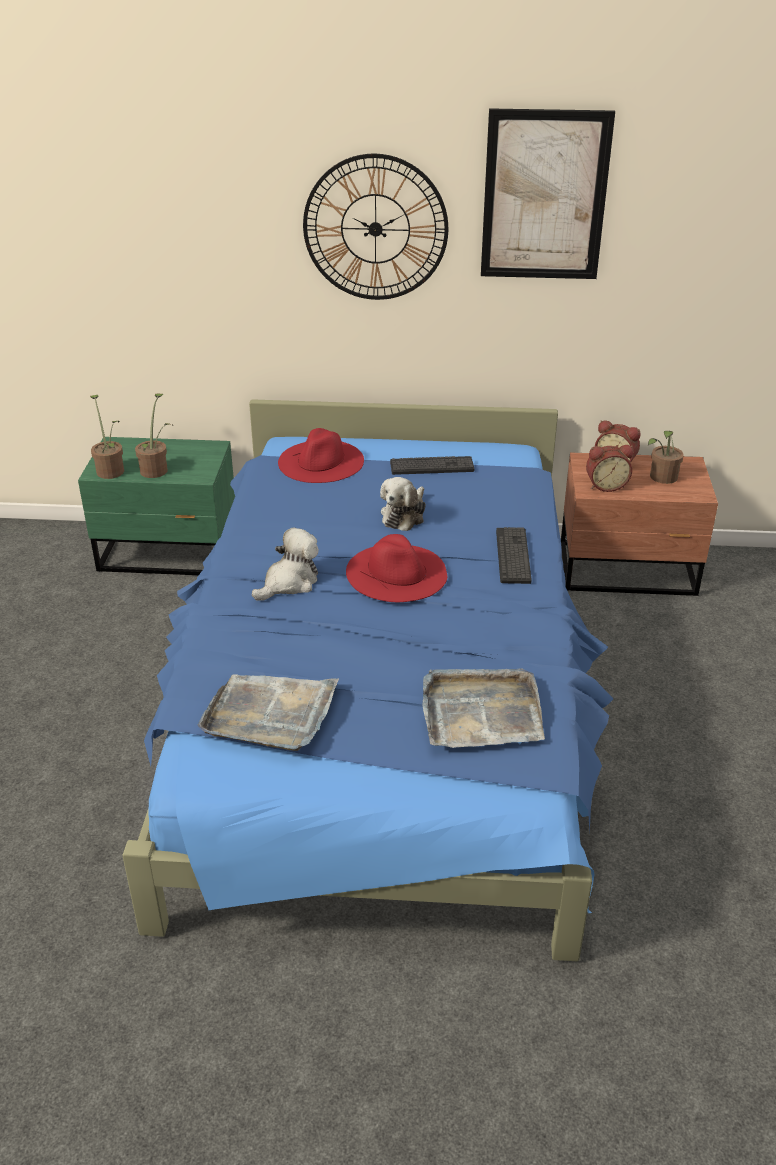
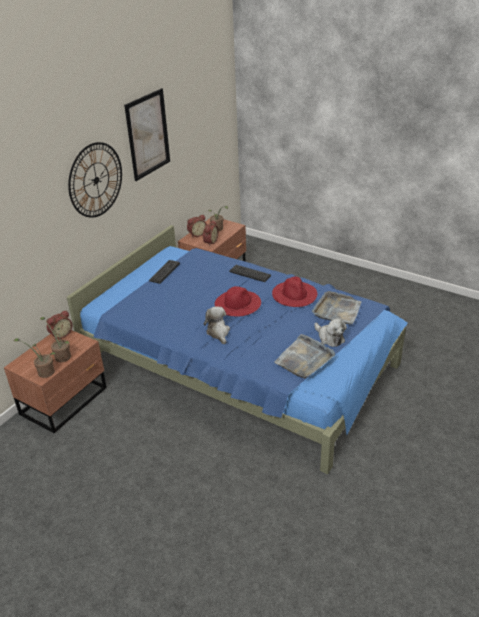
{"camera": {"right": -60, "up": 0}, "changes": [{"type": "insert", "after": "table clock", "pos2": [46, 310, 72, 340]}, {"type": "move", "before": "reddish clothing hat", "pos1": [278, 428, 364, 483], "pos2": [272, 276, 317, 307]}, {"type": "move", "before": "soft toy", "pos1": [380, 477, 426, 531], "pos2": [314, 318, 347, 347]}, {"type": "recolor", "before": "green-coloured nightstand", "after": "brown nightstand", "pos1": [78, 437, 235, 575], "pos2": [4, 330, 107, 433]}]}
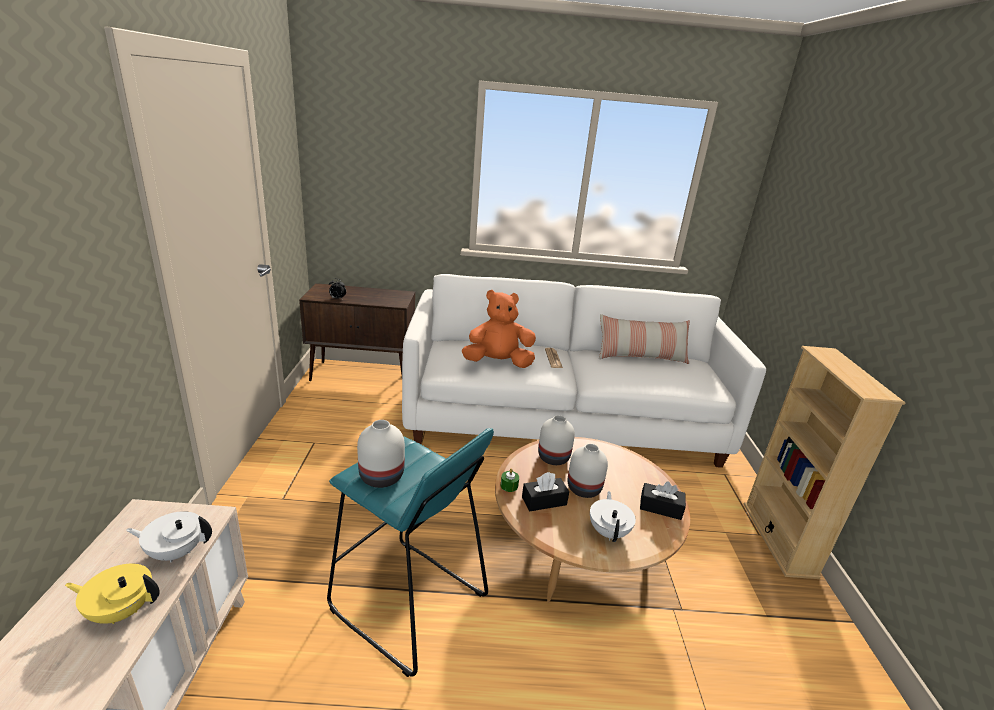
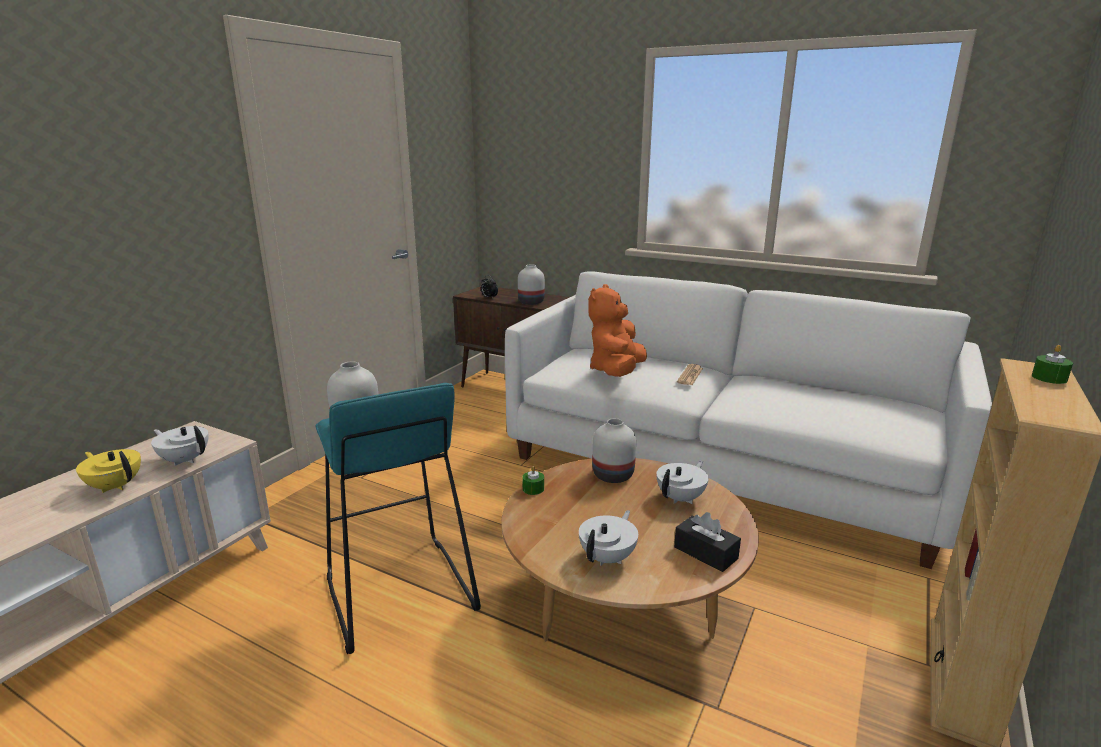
{"camera": {"right": 30, "up": -5}, "changes": [{"type": "delete", "before": "blackish tissue holder", "pos1": [522, 472, 569, 511]}, {"type": "delete", "before": "cushion", "pos1": [599, 314, 690, 364]}, {"type": "insert", "after": "whitish tea pot", "pos2": [656, 461, 709, 504]}, {"type": "insert", "after": "green-coloured candle", "pos2": [1032, 345, 1073, 384]}, {"type": "move", "before": "whitish flower vase", "pos1": [568, 444, 608, 498], "pos2": [518, 264, 545, 305]}, {"type": "rotate", "before": "orange-coloured soft toy", "pos1": [462, 290, 536, 368], "pos2": [588, 284, 647, 377], "turn": -90}]}
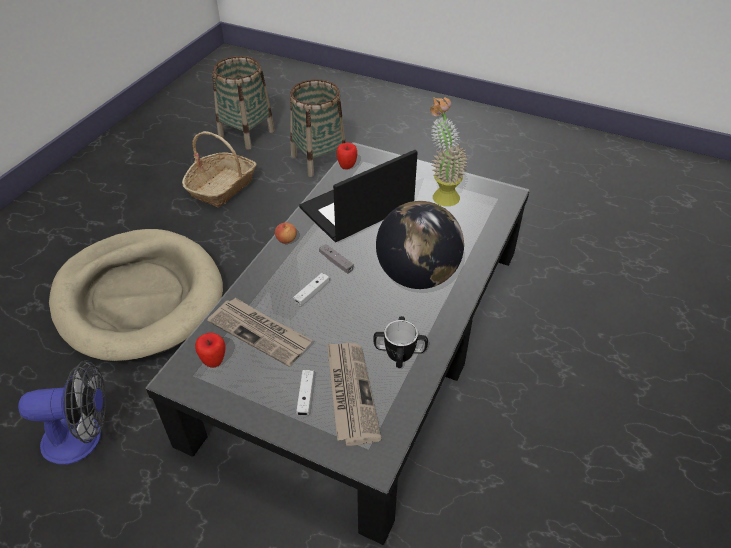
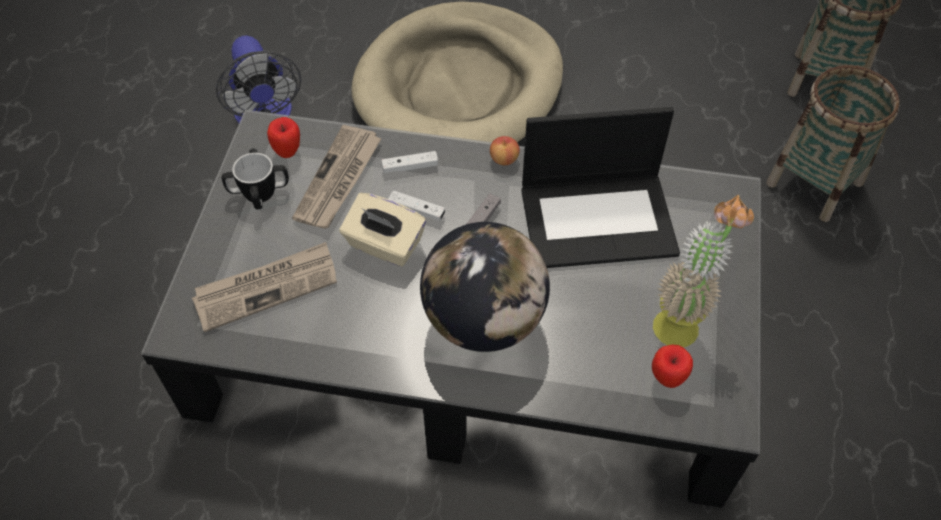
{"camera": {"right": 75, "up": 10}, "changes": [{"type": "delete", "before": "storage basket", "pos1": [182, 131, 257, 207]}, {"type": "insert", "after": "beige tissue holder", "pos2": [340, 193, 426, 267]}, {"type": "move", "before": "whitish game controller", "pos1": [296, 370, 314, 416], "pos2": [381, 151, 438, 173]}, {"type": "move", "before": "whole apple", "pos1": [337, 143, 357, 169], "pos2": [652, 345, 693, 388]}, {"type": "move", "before": "tea mug", "pos1": [374, 316, 428, 368], "pos2": [222, 149, 289, 210]}, {"type": "rotate", "before": "portable computer", "pos1": [299, 150, 418, 242], "pos2": [521, 107, 680, 268], "turn": 135}]}
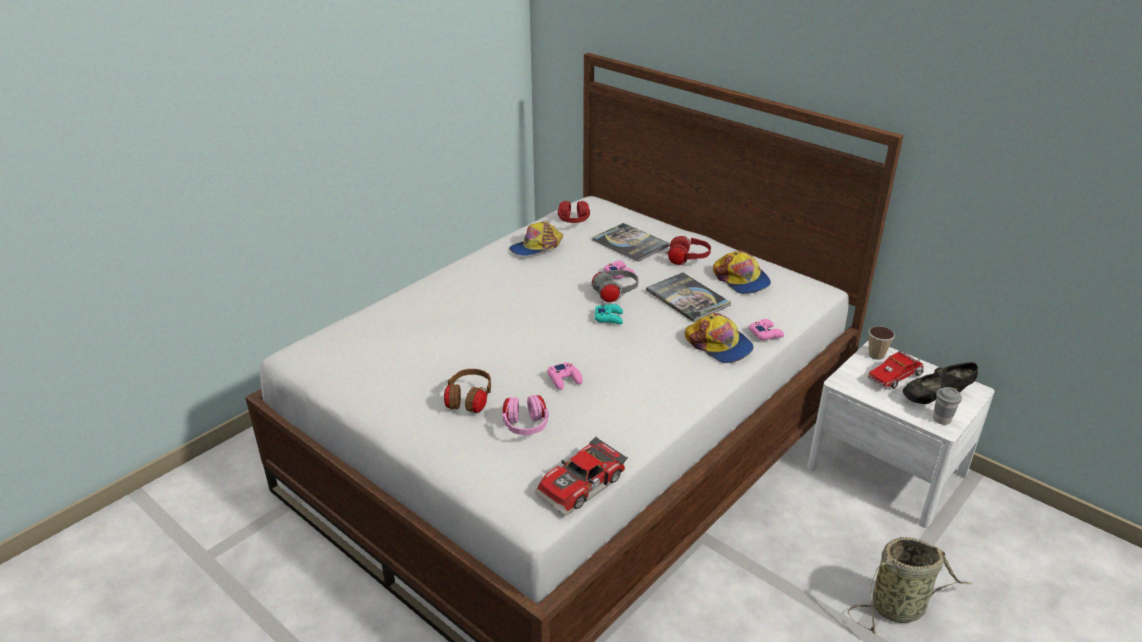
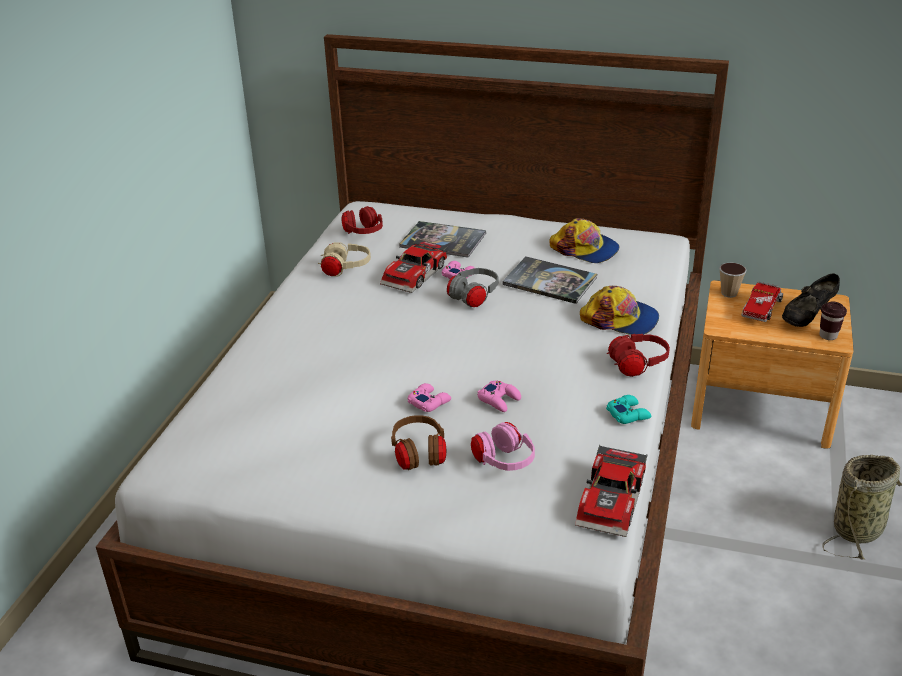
{"camera": {"right": -25, "up": 0}, "changes": [{"type": "insert", "after": "model car", "pos2": [380, 238, 448, 293]}, {"type": "move", "before": "turquoise game controller", "pos1": [595, 304, 623, 324], "pos2": [606, 395, 651, 424]}, {"type": "move", "before": "reddish headphones", "pos1": [666, 236, 711, 265], "pos2": [607, 334, 670, 377]}, {"type": "move", "before": "pinkish game controller", "pos1": [749, 319, 784, 340], "pos2": [408, 383, 451, 412]}, {"type": "replace", "before": "baseball cap", "after": "beige headphones", "pos1": [509, 221, 563, 256], "pos2": [318, 242, 371, 276]}, {"type": "recolor", "before": "whitish nightstand", "after": "brown nightstand", "pos1": [807, 340, 995, 528], "pos2": [691, 280, 854, 449]}, {"type": "recolor", "before": "grey cup", "after": "brown cup", "pos1": [933, 387, 962, 425], "pos2": [819, 302, 847, 340]}]}
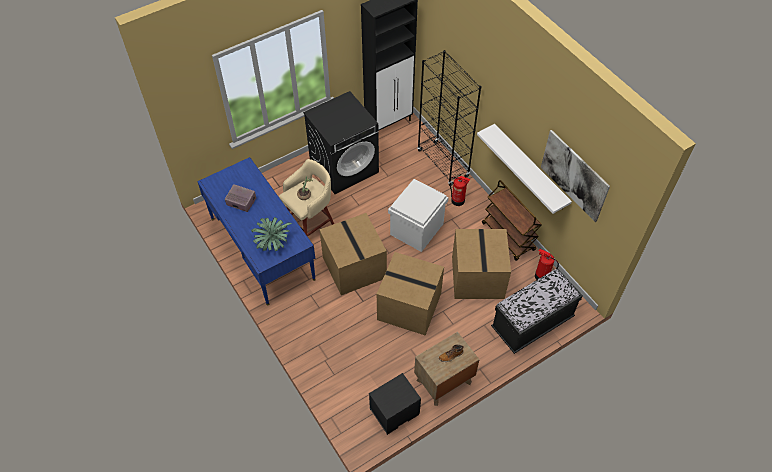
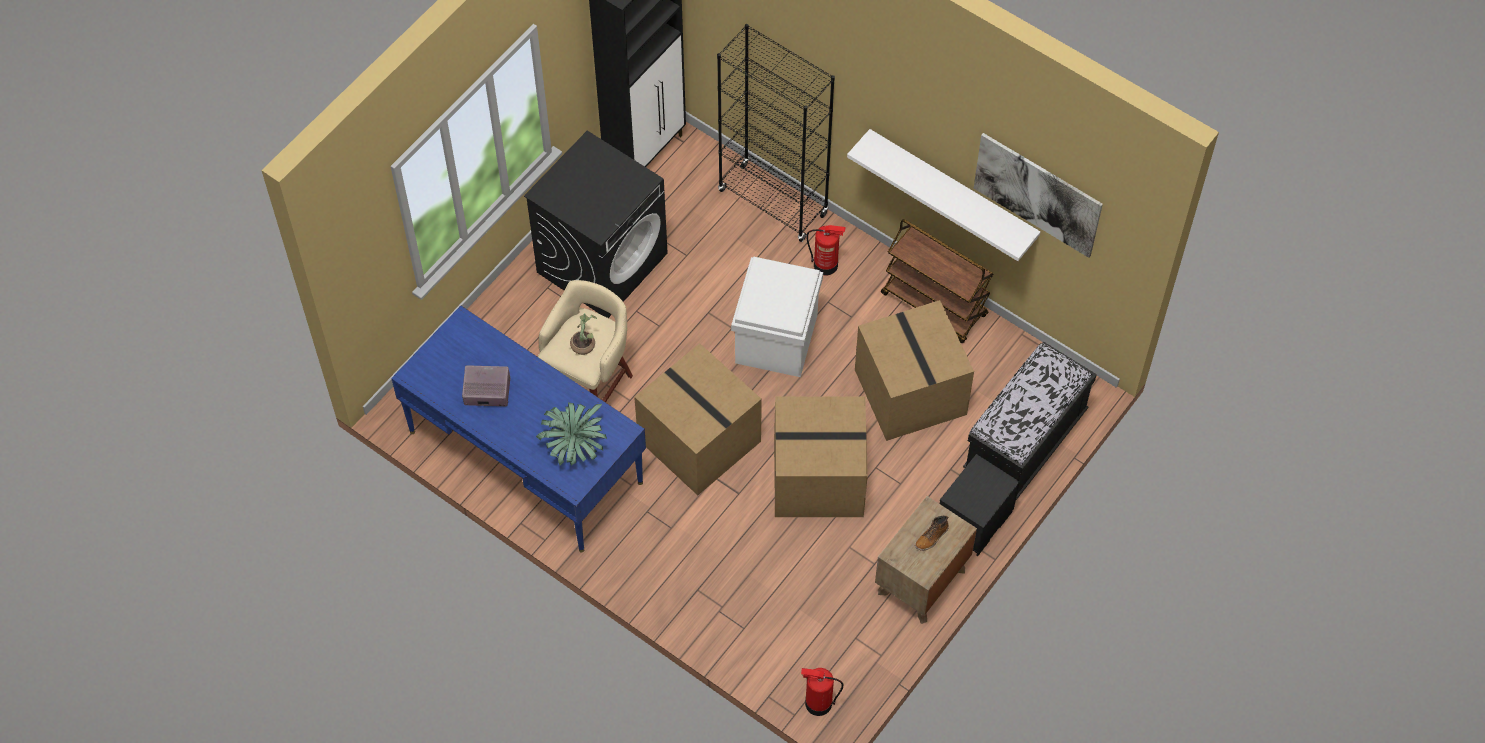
{"camera": {"right": -20, "up": 5}, "changes": [{"type": "move", "before": "blackish nightstand", "pos1": [369, 373, 421, 435], "pos2": [940, 454, 1020, 557]}, {"type": "move", "before": "fire-fighting cylinder", "pos1": [535, 249, 559, 280], "pos2": [801, 668, 844, 716]}]}
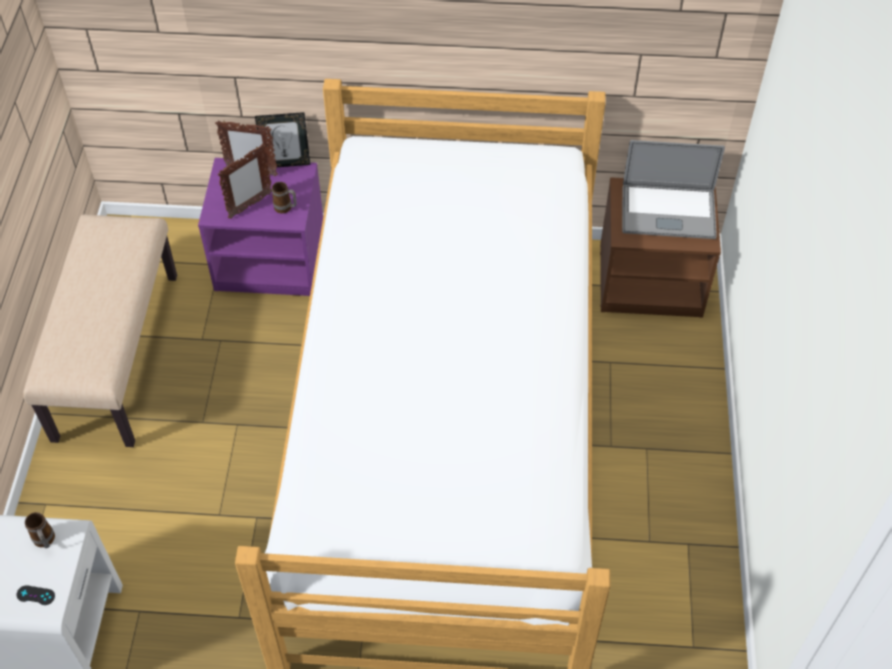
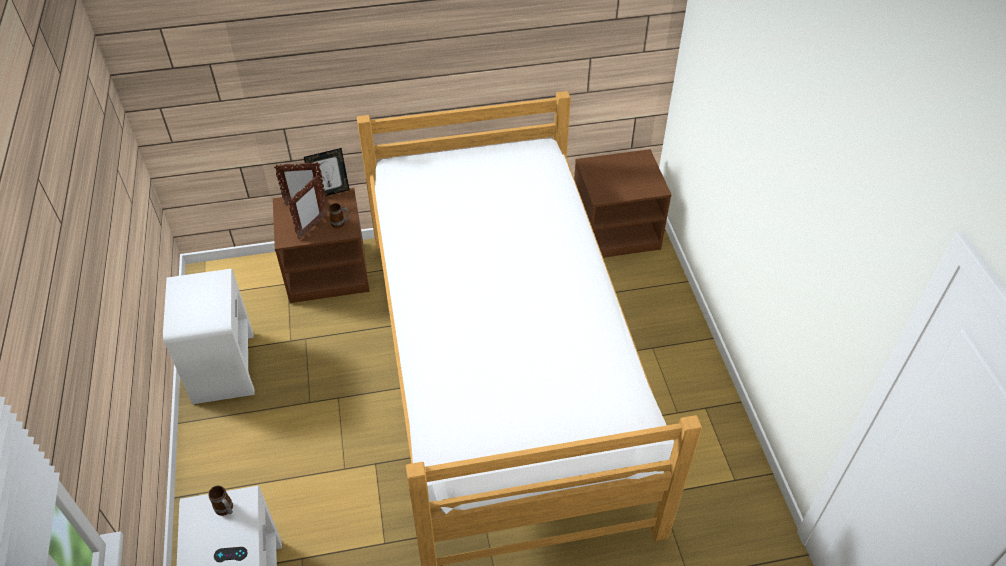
{"camera": {"right": -15, "up": -5}, "changes": [{"type": "delete", "before": "portable computer", "pos1": [622, 140, 725, 239]}, {"type": "replace", "before": "beige long seat", "after": "whitish nightstand", "pos1": [23, 214, 177, 447], "pos2": [163, 269, 255, 404]}, {"type": "recolor", "before": "purple nightstand", "after": "brown nightstand", "pos1": [198, 158, 323, 296], "pos2": [273, 188, 370, 303]}]}
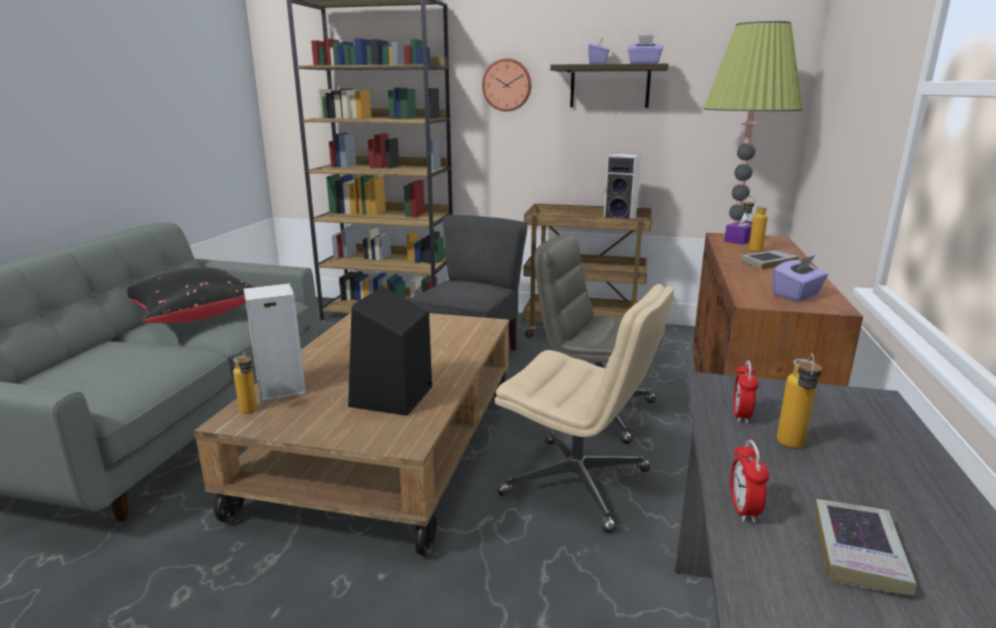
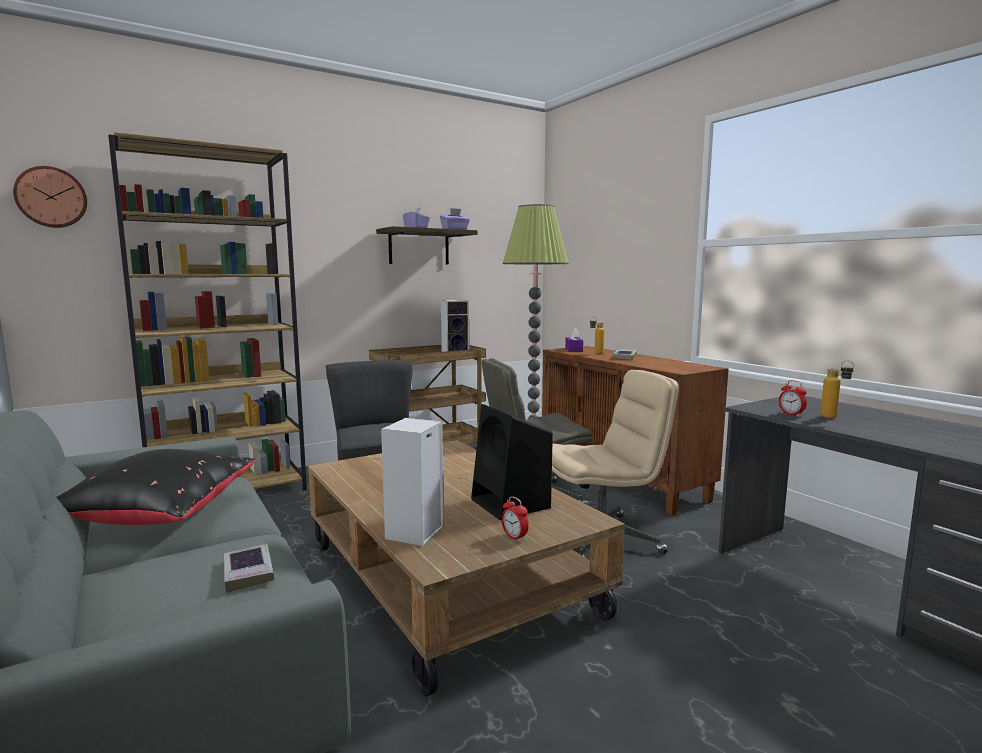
{"camera": {"right": -45, "up": -10}, "changes": [{"type": "delete", "before": "bottle", "pos1": [233, 352, 257, 413]}, {"type": "delete", "before": "purple tissue holder", "pos1": [772, 255, 828, 301]}, {"type": "move", "before": "hanging clock", "pos1": [482, 58, 532, 111], "pos2": [13, 166, 87, 228]}, {"type": "move", "before": "table clock", "pos1": [730, 440, 769, 522], "pos2": [501, 496, 529, 542]}, {"type": "move", "before": "book", "pos1": [815, 499, 917, 595], "pos2": [224, 544, 275, 593]}]}
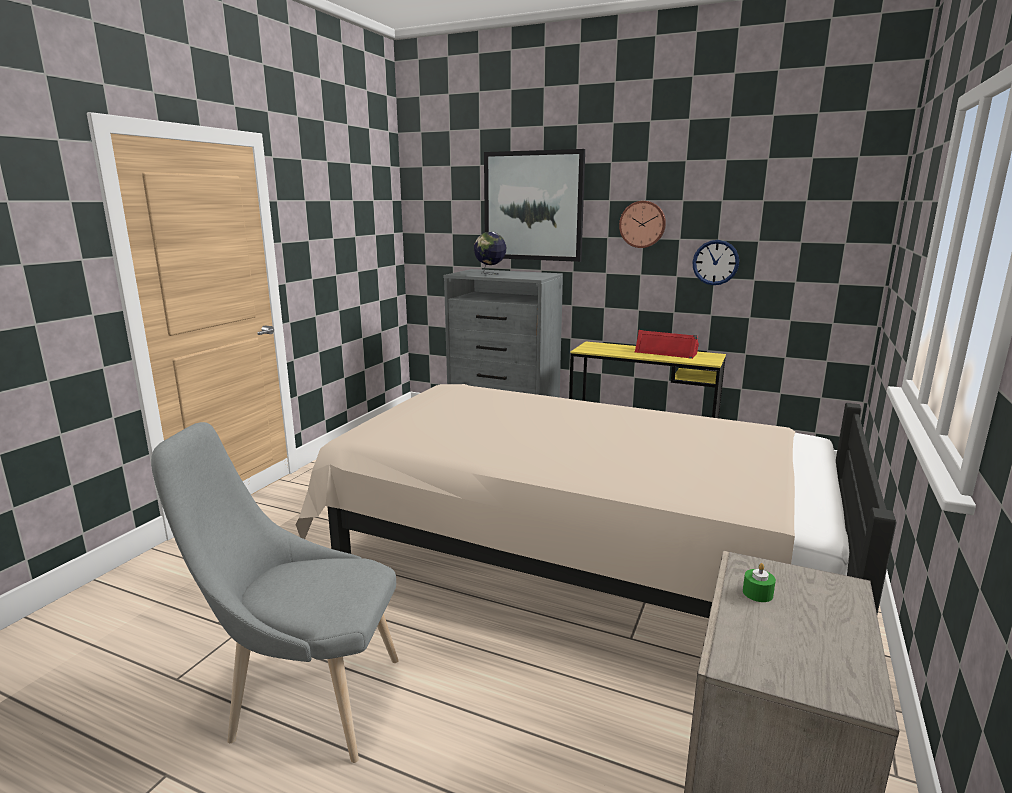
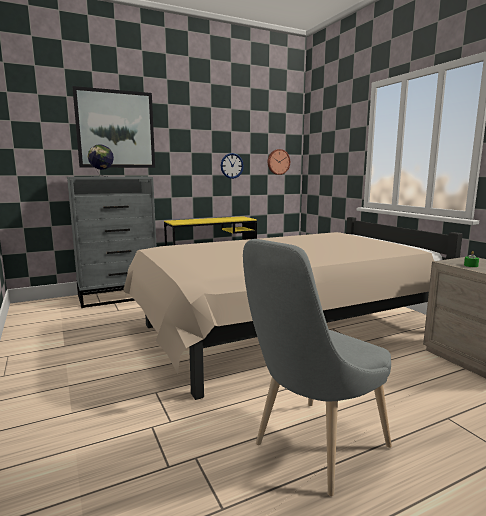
{"camera": {"right": -50, "up": -5}, "changes": [{"type": "delete", "before": "reddish loudspeaker", "pos1": [635, 330, 699, 359]}, {"type": "move", "before": "hanging clock", "pos1": [619, 201, 666, 248], "pos2": [268, 149, 290, 175]}]}
